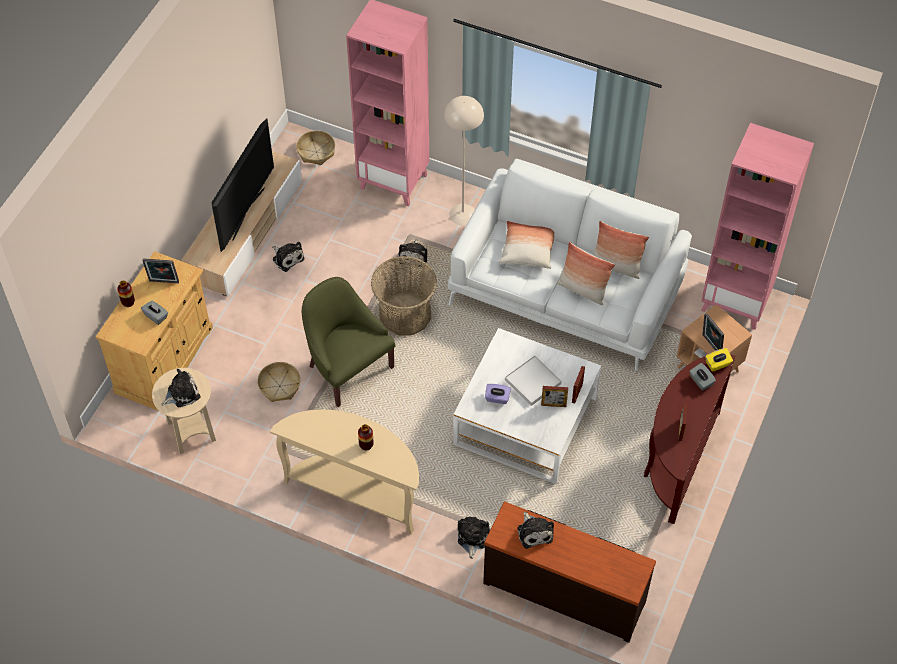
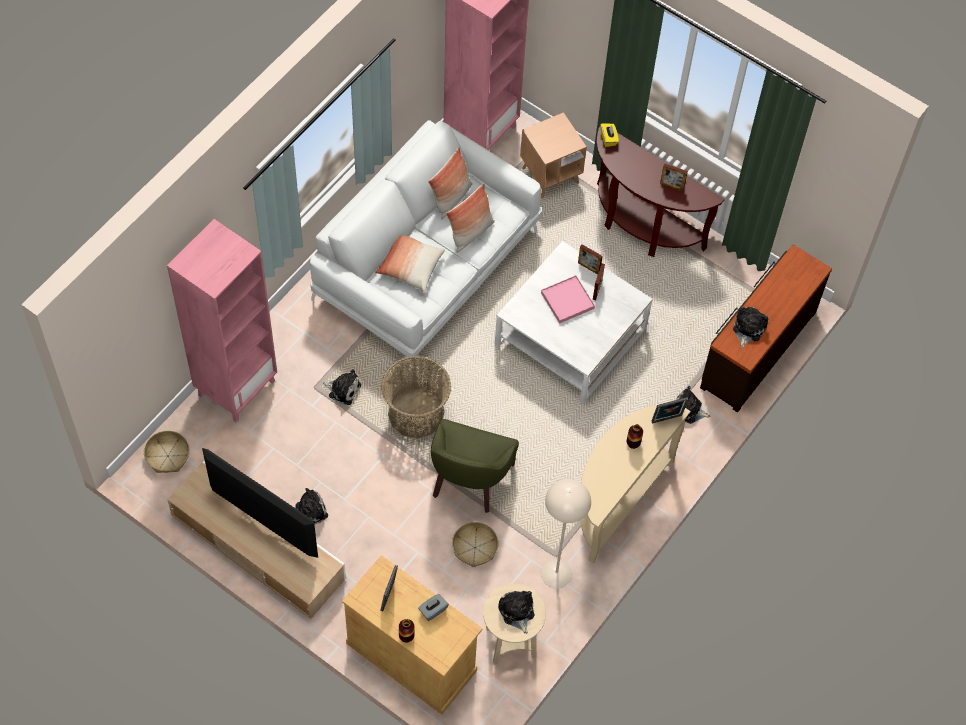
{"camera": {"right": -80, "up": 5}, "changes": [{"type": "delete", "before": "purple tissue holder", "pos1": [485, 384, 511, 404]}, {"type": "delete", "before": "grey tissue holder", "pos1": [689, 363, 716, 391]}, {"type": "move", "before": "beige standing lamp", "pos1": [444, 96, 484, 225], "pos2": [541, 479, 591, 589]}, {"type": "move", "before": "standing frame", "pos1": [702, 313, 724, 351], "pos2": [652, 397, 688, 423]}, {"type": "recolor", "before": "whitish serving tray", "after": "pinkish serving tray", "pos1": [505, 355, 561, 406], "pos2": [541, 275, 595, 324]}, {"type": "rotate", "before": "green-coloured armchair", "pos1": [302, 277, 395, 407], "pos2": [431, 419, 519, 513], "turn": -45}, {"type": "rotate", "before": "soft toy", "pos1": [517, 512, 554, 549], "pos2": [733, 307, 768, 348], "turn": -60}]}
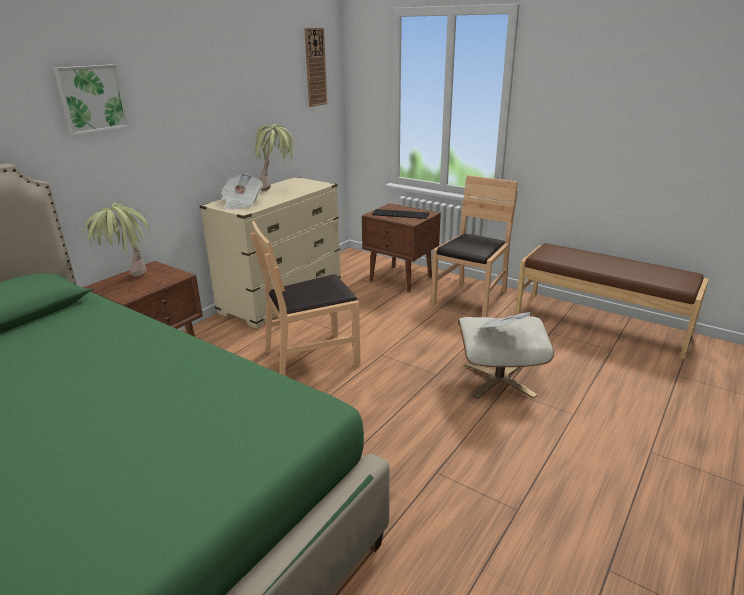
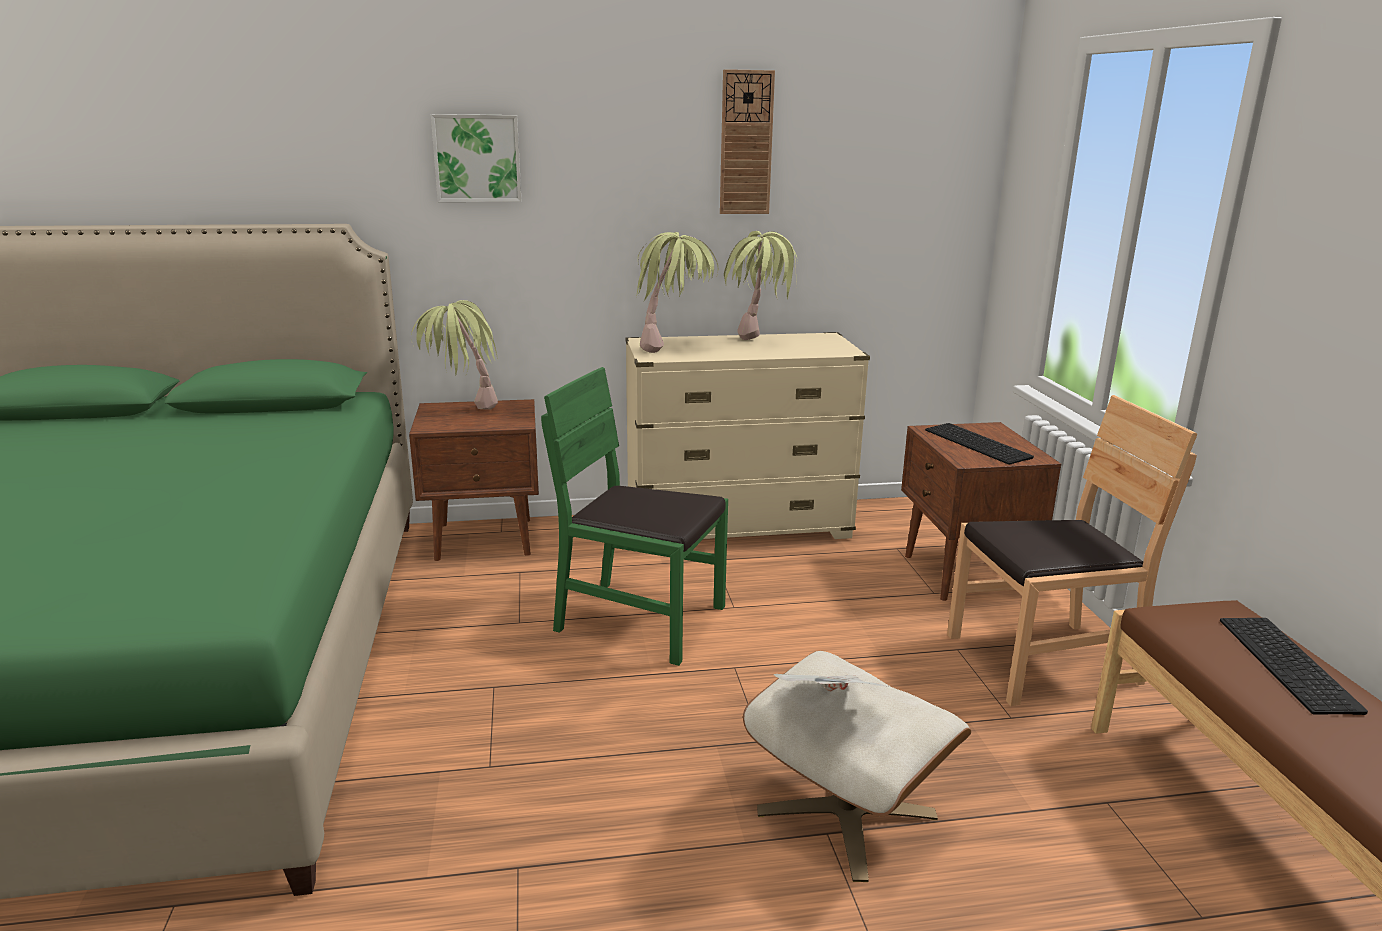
{"camera": {"right": 45, "up": -5}, "changes": [{"type": "insert", "after": "computer keyboard", "pos2": [1220, 618, 1368, 715]}, {"type": "move", "before": "hanging clock", "pos1": [304, 28, 327, 107], "pos2": [720, 69, 775, 214]}, {"type": "replace", "before": "printed paper", "after": "houseplant", "pos1": [221, 174, 263, 210], "pos2": [636, 232, 718, 353]}, {"type": "recolor", "before": "brown chair", "after": "green-coloured chair", "pos1": [251, 221, 361, 376], "pos2": [541, 367, 728, 666]}]}
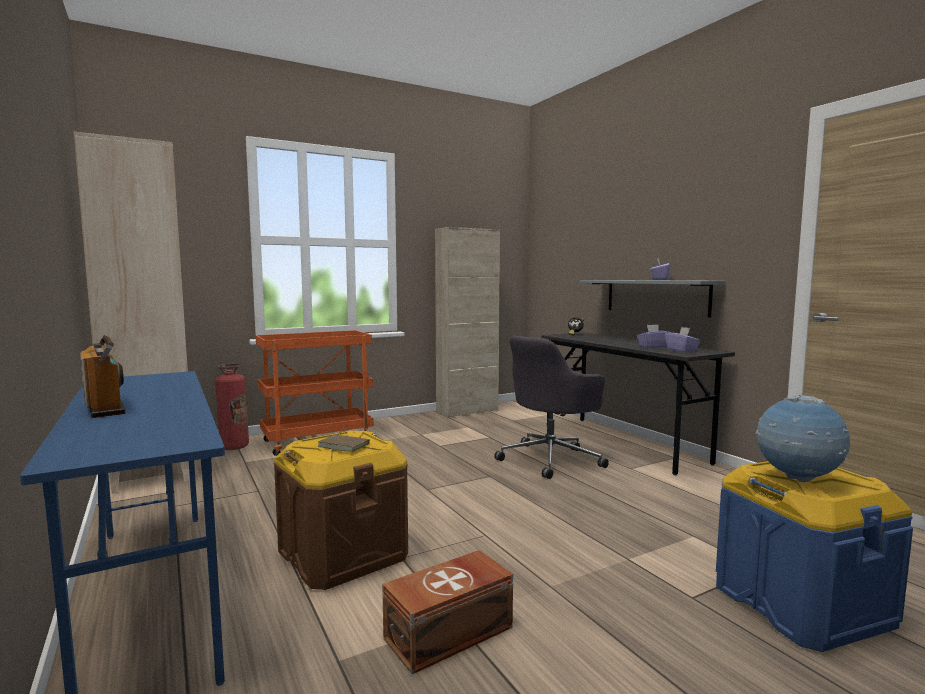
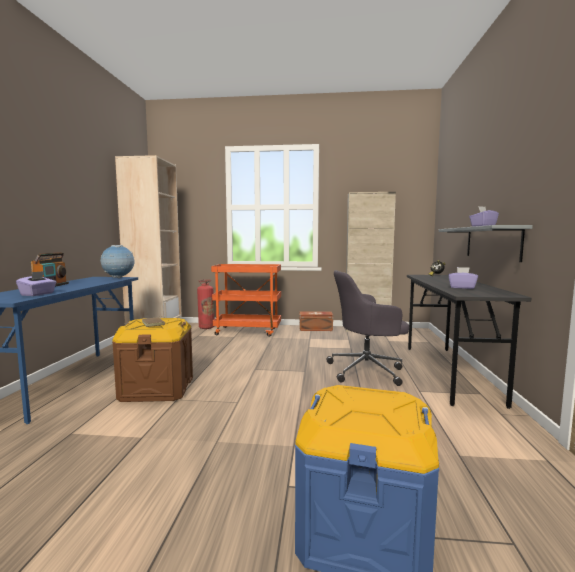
{"camera": {"right": 35, "up": 0}, "changes": [{"type": "move", "before": "brown storage container", "pos1": [382, 550, 513, 674], "pos2": [299, 311, 333, 331]}, {"type": "move", "before": "purple tissue holder", "pos1": [665, 327, 701, 352], "pos2": [16, 271, 56, 296]}, {"type": "move", "before": "globe", "pos1": [756, 395, 850, 482], "pos2": [101, 245, 134, 278]}]}
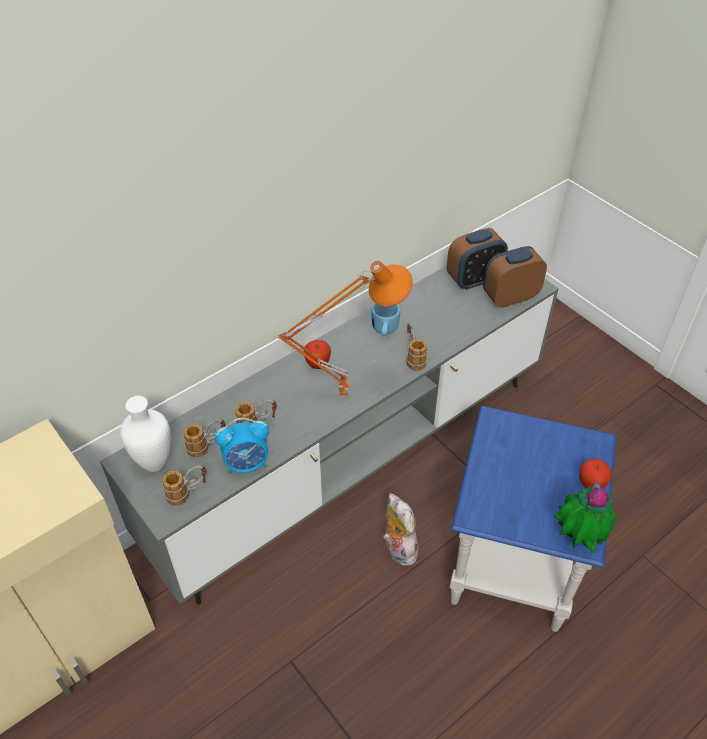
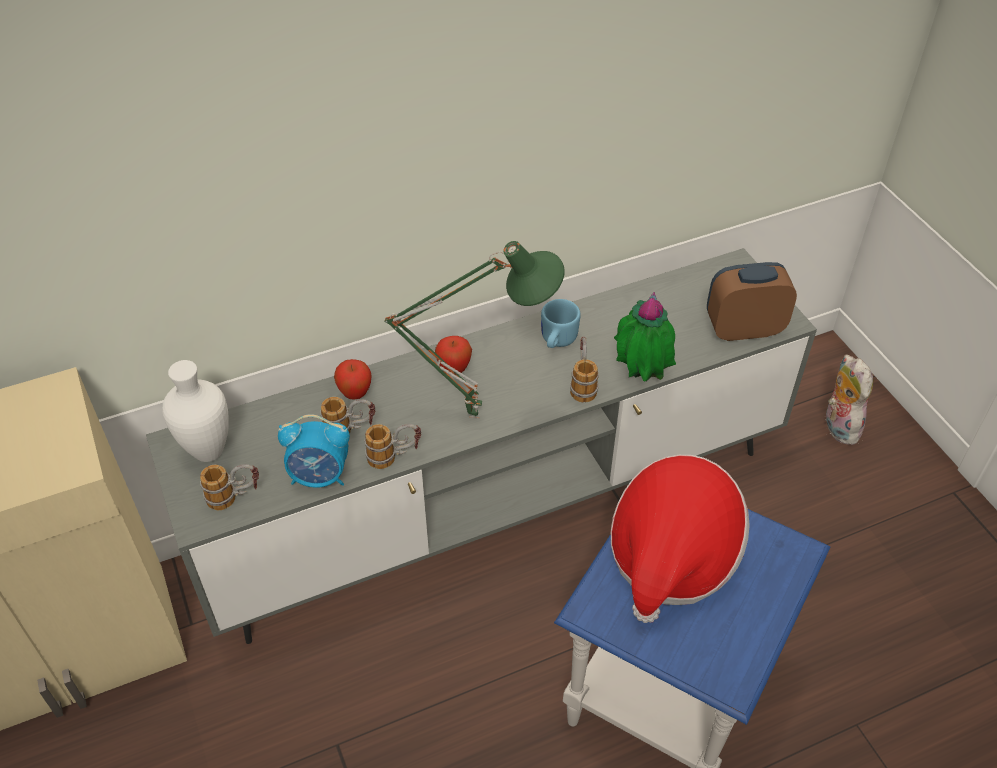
{"camera": {"right": 15, "up": 0}, "changes": [{"type": "delete", "before": "table clock", "pos1": [447, 228, 508, 290]}, {"type": "insert", "after": "clothing hat", "pos2": [610, 455, 750, 623]}, {"type": "move", "before": "tea mug", "pos1": [183, 419, 226, 458], "pos2": [364, 424, 421, 469]}, {"type": "move", "before": "soft toy", "pos1": [383, 493, 419, 566], "pos2": [825, 354, 873, 445]}, {"type": "move", "before": "houseplant", "pos1": [554, 481, 616, 553], "pos2": [614, 292, 676, 381]}, {"type": "move", "before": "whole apple", "pos1": [579, 459, 612, 488], "pos2": [334, 359, 372, 400]}, {"type": "recolor", "before": "orange-coloured lamp for a table", "after": "green-coloured lamp for a table", "pos1": [278, 261, 413, 398], "pos2": [385, 241, 565, 419]}]}
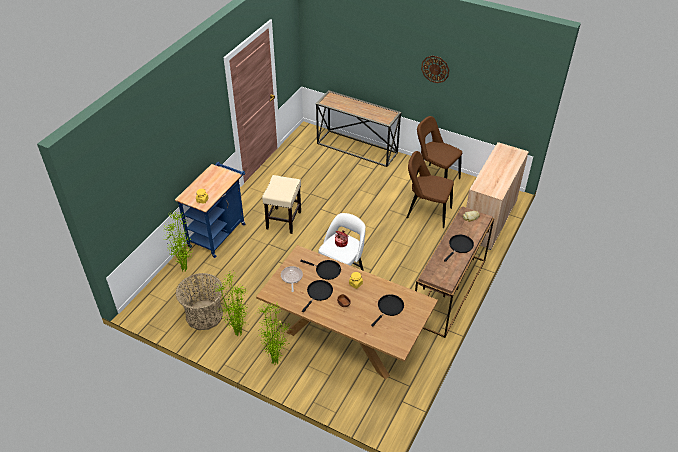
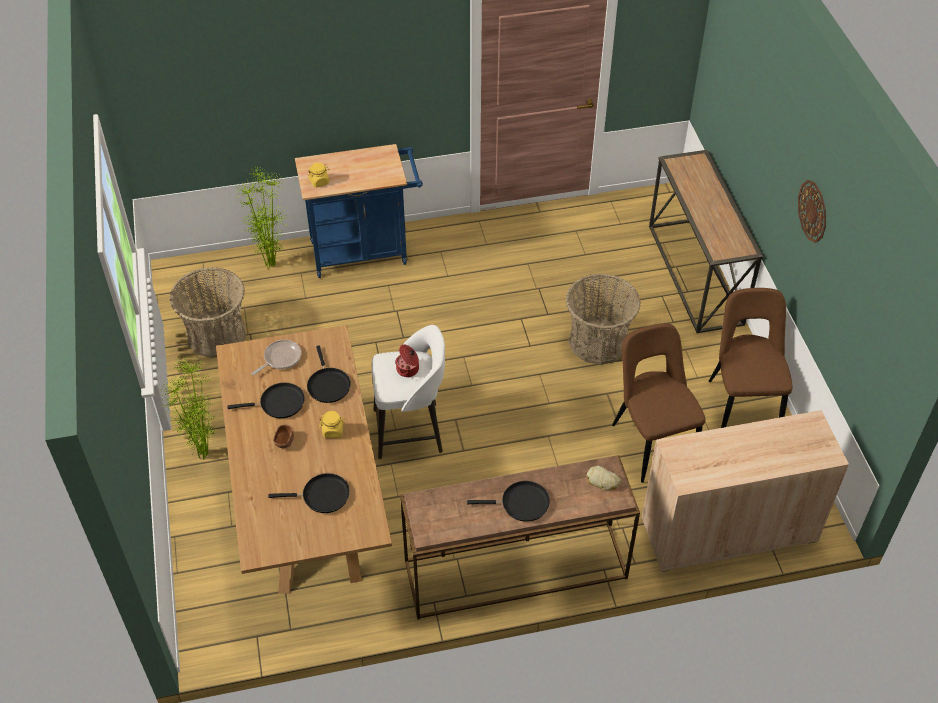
{"camera": {"right": 50, "up": 5}, "changes": [{"type": "delete", "before": "houseplant", "pos1": [216, 272, 248, 336]}, {"type": "delete", "before": "beige stool", "pos1": [262, 175, 301, 234]}, {"type": "insert", "after": "storage basket", "pos2": [566, 274, 641, 365]}]}
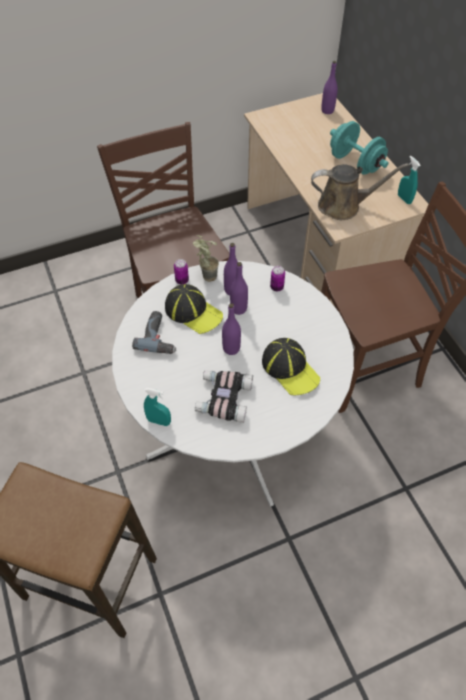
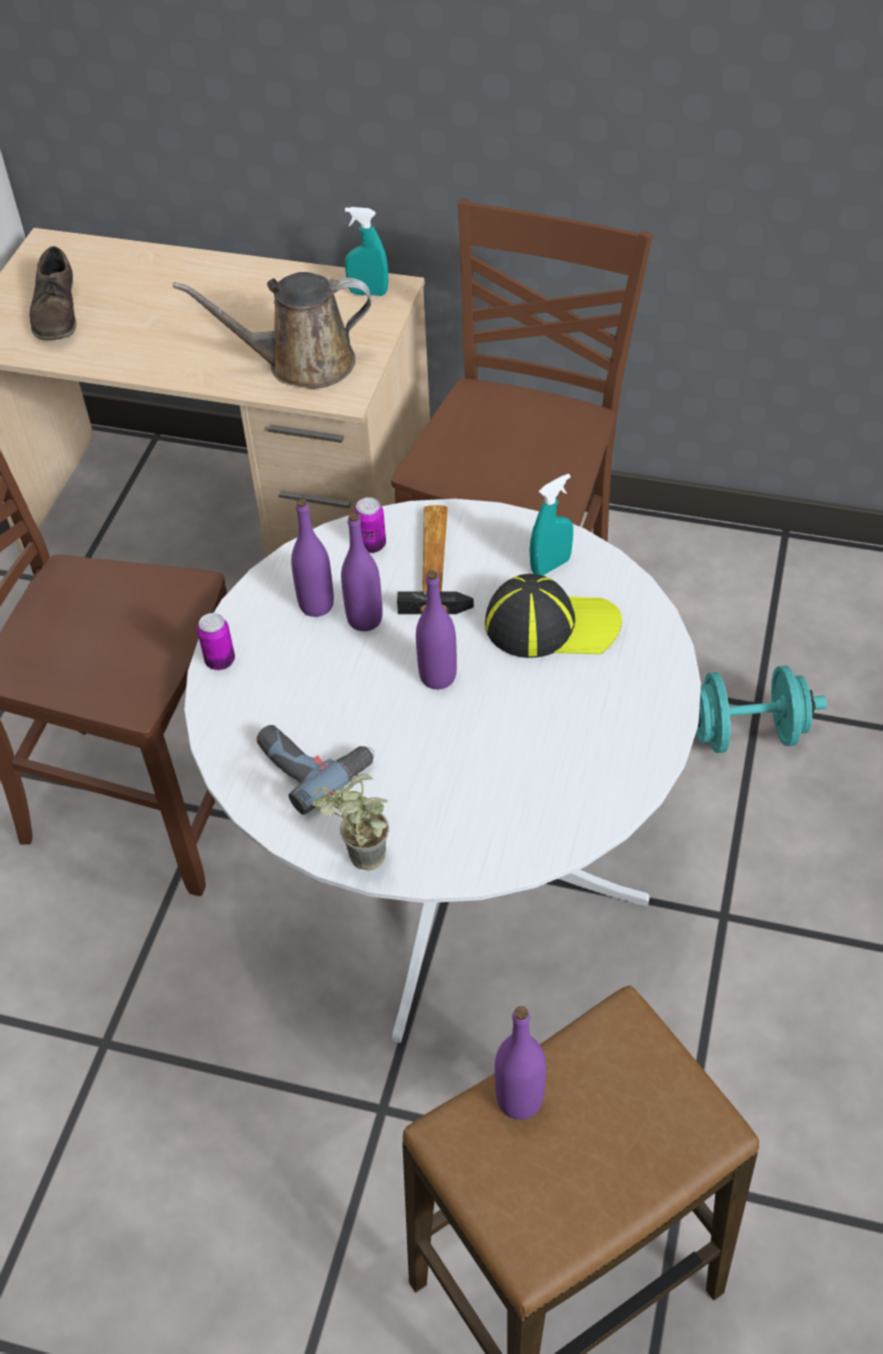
{"camera": {"right": -50, "up": -5}, "changes": [{"type": "delete", "before": "baseball cap", "pos1": [165, 284, 223, 334]}, {"type": "delete", "before": "binoculars", "pos1": [195, 370, 253, 423]}, {"type": "insert", "after": "brown shoe", "pos2": [29, 246, 77, 340]}, {"type": "insert", "after": "hand hammer", "pos2": [397, 505, 474, 614]}, {"type": "move", "before": "turquoise hand sprayer", "pos1": [144, 388, 171, 426], "pos2": [530, 473, 573, 575]}, {"type": "move", "before": "houseplant", "pos1": [193, 235, 219, 282], "pos2": [311, 773, 389, 870]}, {"type": "move", "before": "purple bottle", "pos1": [321, 61, 338, 114], "pos2": [495, 1006, 546, 1120]}, {"type": "move", "before": "turquoise hand weight", "pos1": [330, 121, 389, 175], "pos2": [696, 666, 827, 753]}, {"type": "rotate", "before": "brown watering can", "pos1": [311, 163, 409, 220], "pos2": [173, 272, 371, 389], "turn": -135}]}
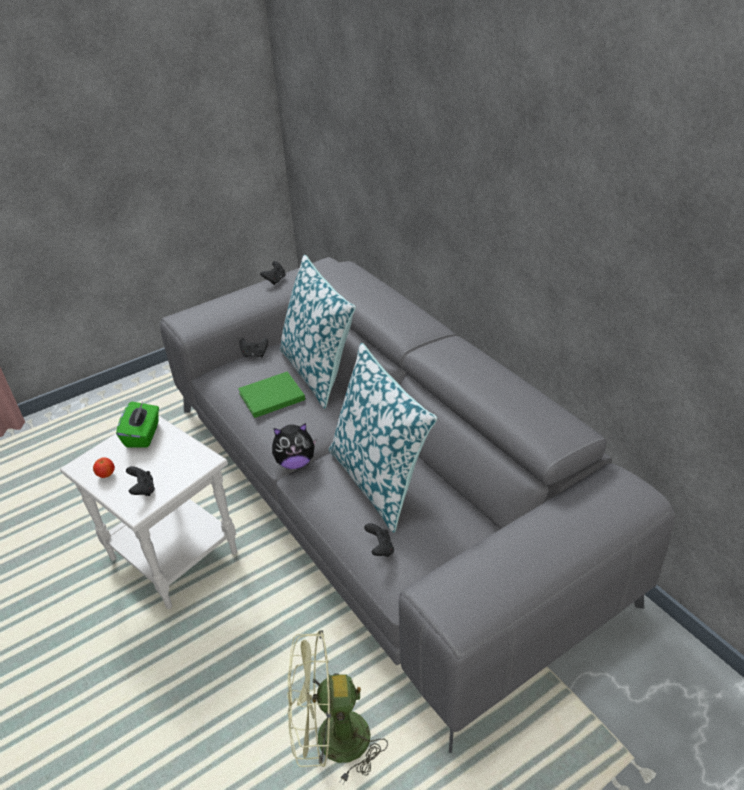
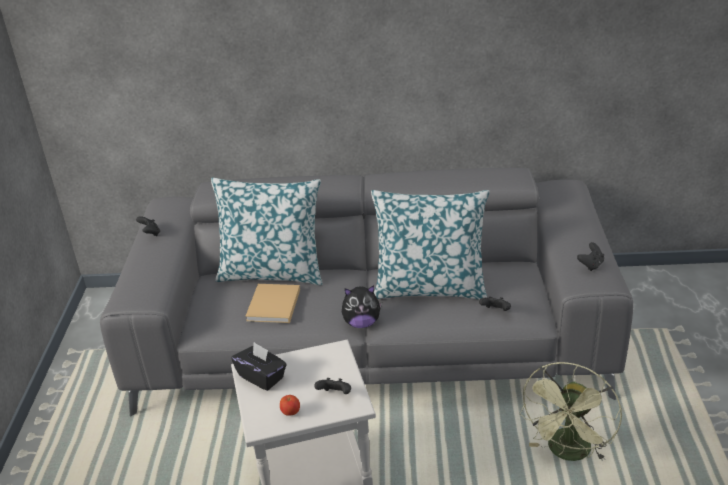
{"camera": {"right": -55, "up": -5}, "changes": [{"type": "move", "before": "blackish game controller", "pos1": [239, 338, 268, 357], "pos2": [577, 242, 604, 271]}, {"type": "recolor", "before": "green-coloured tissue holder", "after": "blackish tissue holder", "pos1": [116, 401, 159, 448], "pos2": [231, 342, 287, 391]}, {"type": "recolor", "before": "green-coloured book", "after": "beige book", "pos1": [238, 371, 305, 418], "pos2": [245, 284, 300, 323]}, {"type": "rotate", "before": "soft toy", "pos1": [272, 423, 317, 469], "pos2": [342, 285, 382, 328], "turn": 60}]}
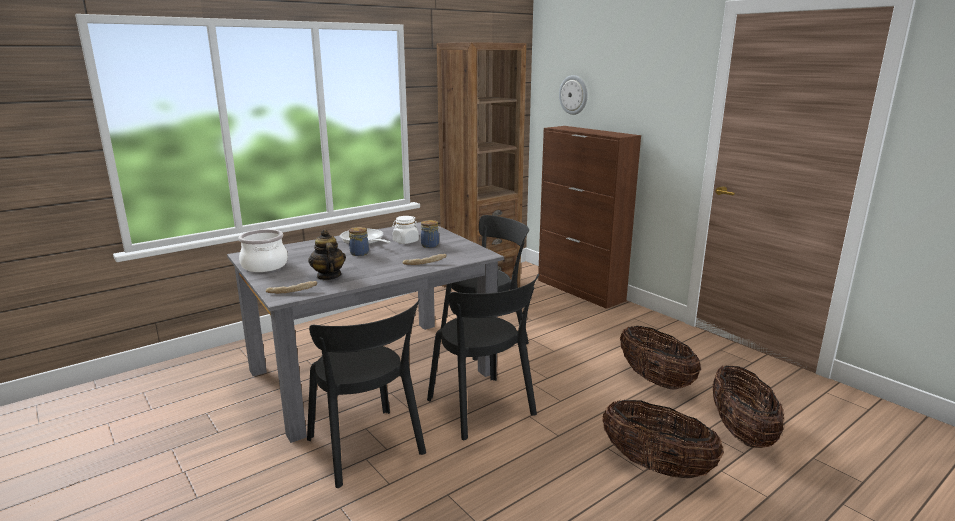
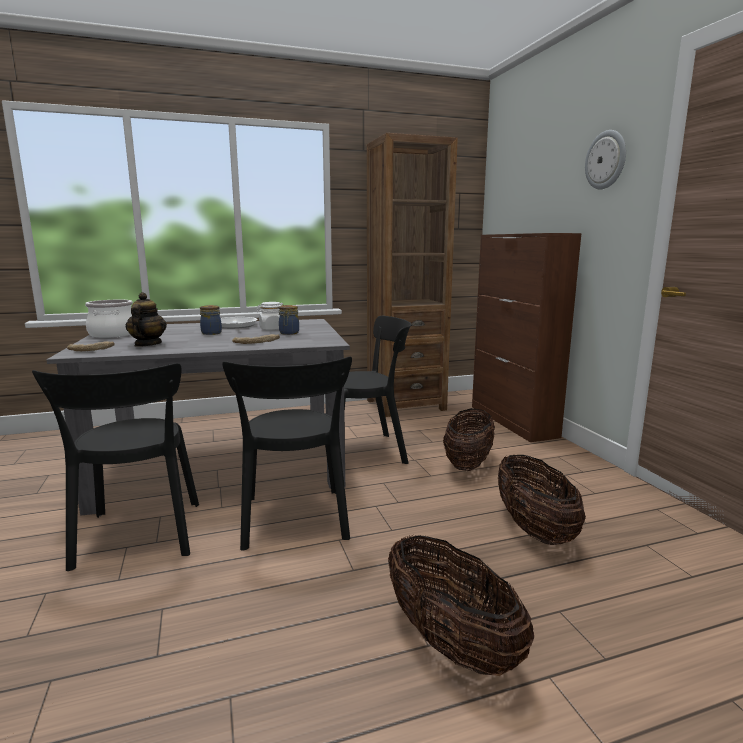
{"camera": {"right": 20, "up": -5}, "changes": [{"type": "move", "before": "hanging clock", "pos1": [559, 75, 588, 115], "pos2": [585, 130, 626, 189]}, {"type": "move", "before": "storage basket", "pos1": [712, 365, 784, 448], "pos2": [443, 408, 495, 471]}]}
